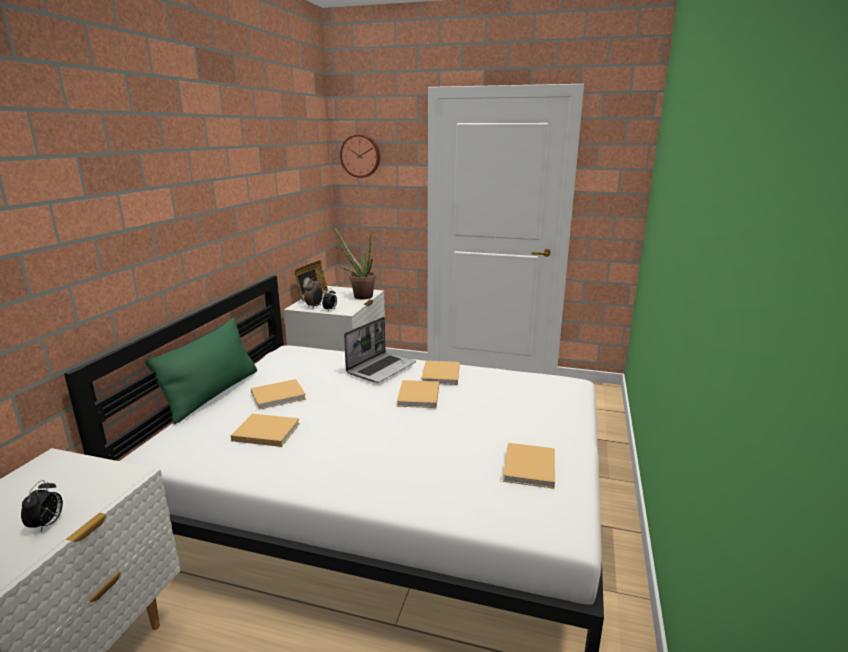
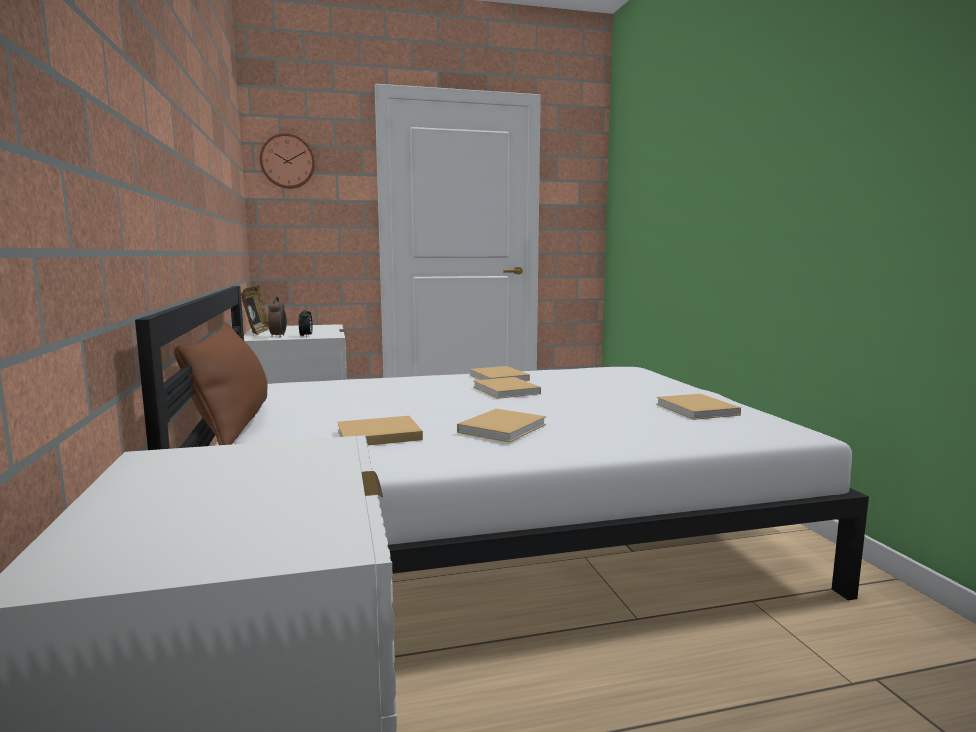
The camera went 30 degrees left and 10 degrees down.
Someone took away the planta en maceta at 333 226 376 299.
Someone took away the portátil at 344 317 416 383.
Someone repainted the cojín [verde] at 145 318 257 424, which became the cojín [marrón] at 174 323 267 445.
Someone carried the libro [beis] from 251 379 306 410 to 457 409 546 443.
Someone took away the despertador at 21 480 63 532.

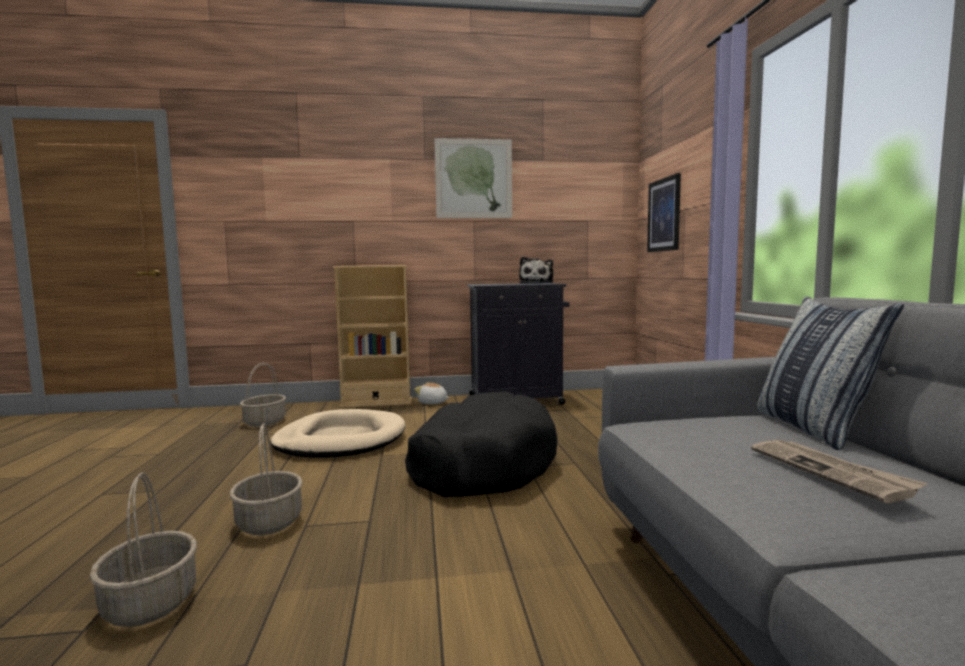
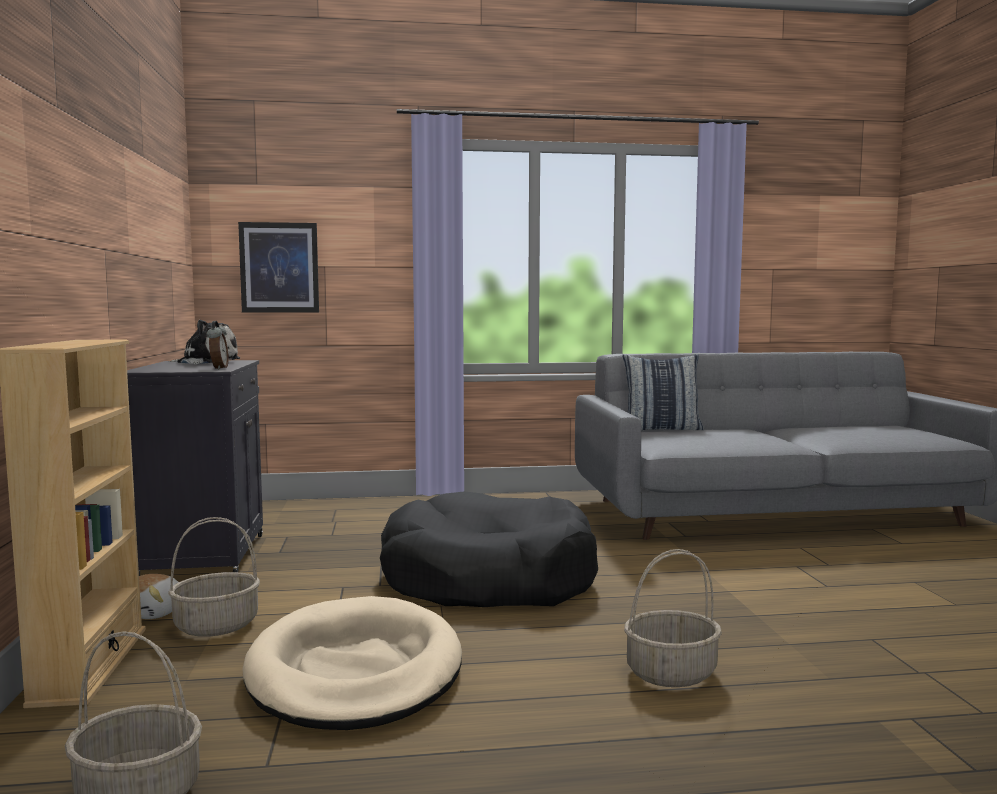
The camera went 90 degrees left and 0 degrees up.
Someone took away the cuadro at 435 138 512 218.
Someone took away the periódico at 751 440 928 503.
Someone carried the cesta from 89 472 197 627 to 168 517 260 637.
Someone put down the despertador at 206 321 229 370.

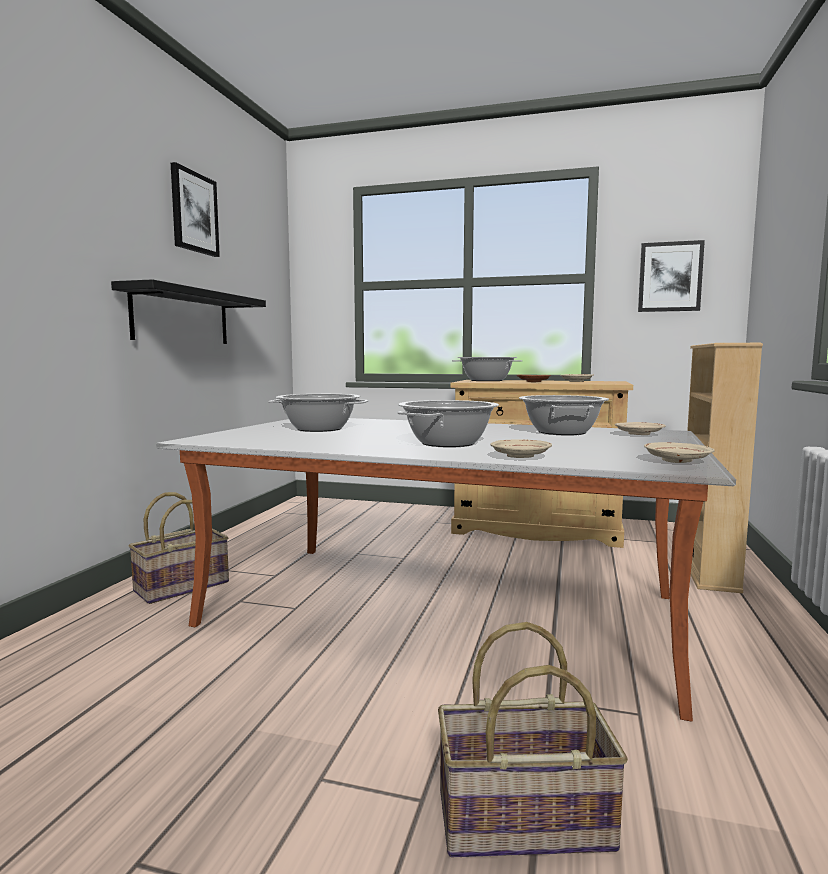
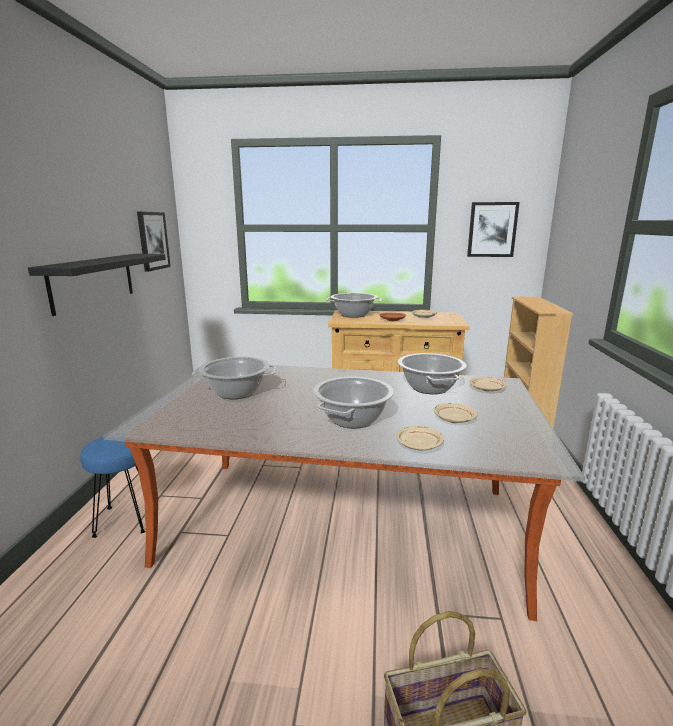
The camera went 10 degrees left and 10 degrees up.
Someone carried the cuadro from 171 162 220 257 to 137 212 171 272.
Someone carried the plato [beis] from 644 442 715 463 to 434 403 478 423.
Someone swapped the cesta at 128 492 229 604 for the taburete [azul] at 80 437 145 538.

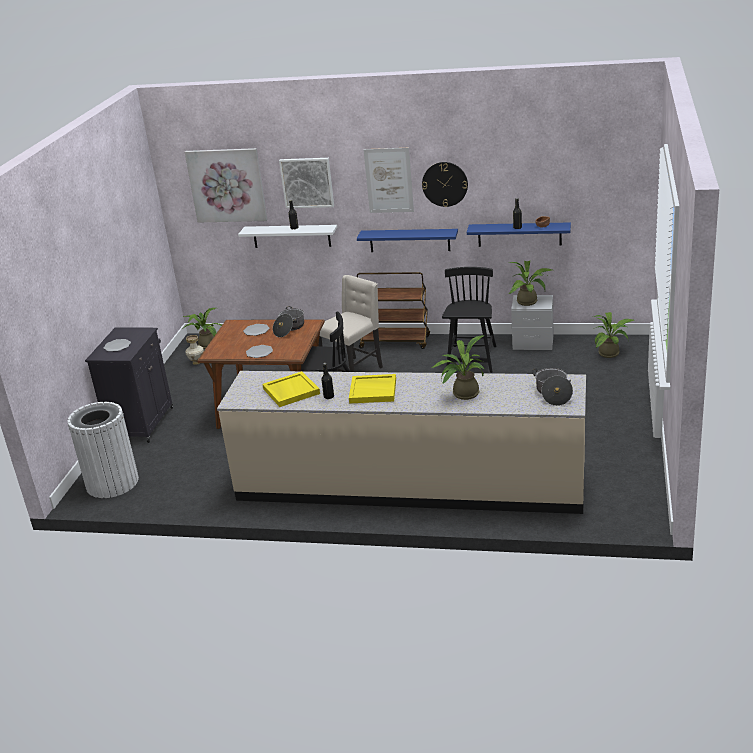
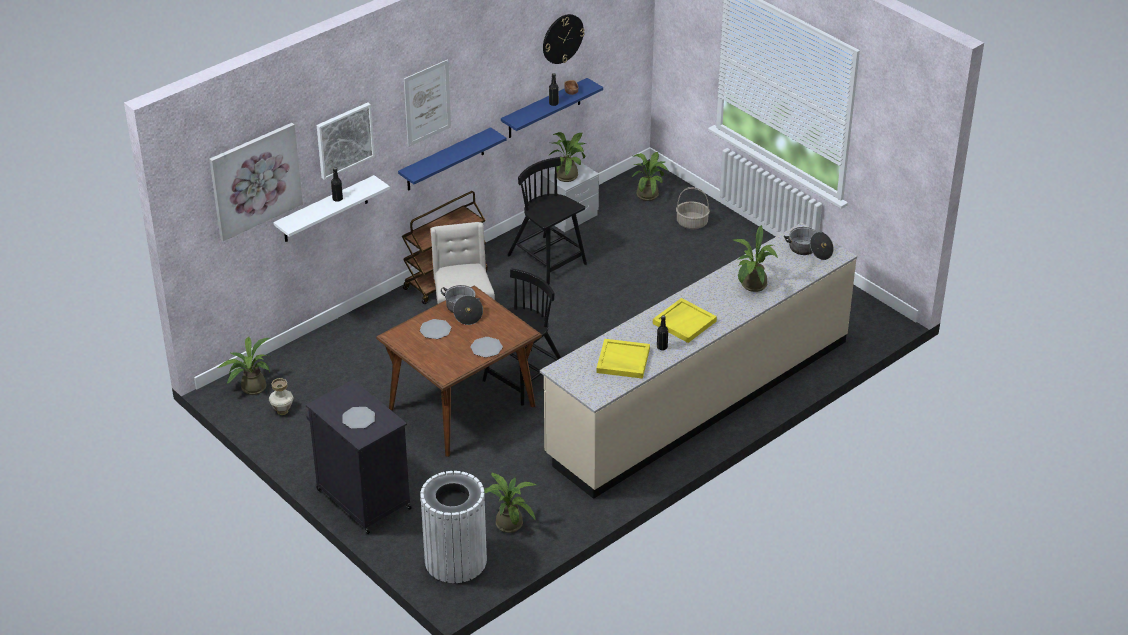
The camera went 55 degrees left and 10 degrees up.
Someone carried the reloj de pared from 422 162 468 207 to 543 14 585 64.
Someone put down the cesta at 676 187 710 229.
Someone put down the planta en maceta at 484 472 536 533.

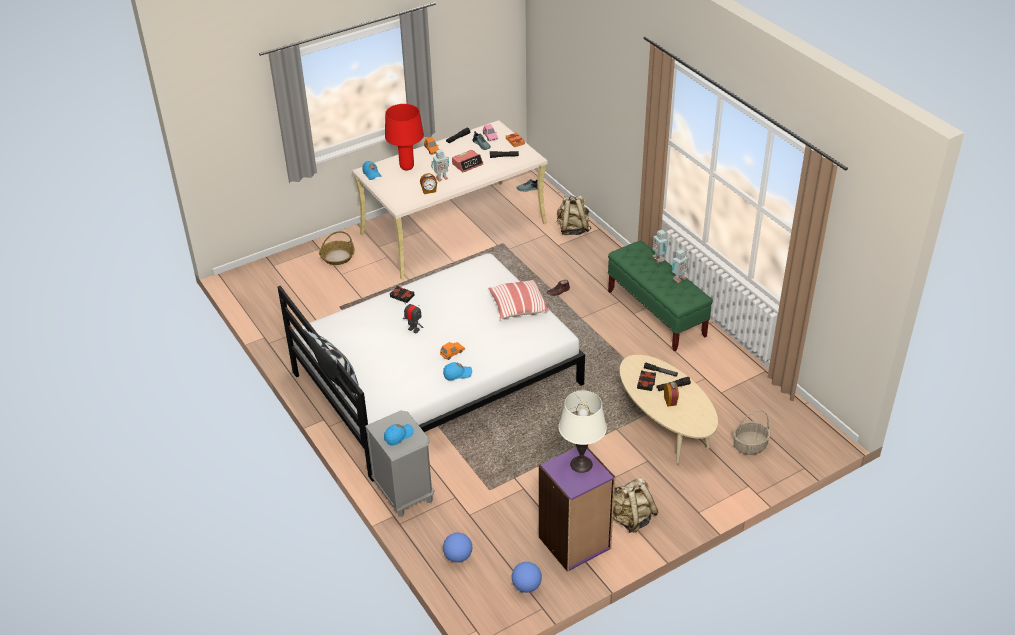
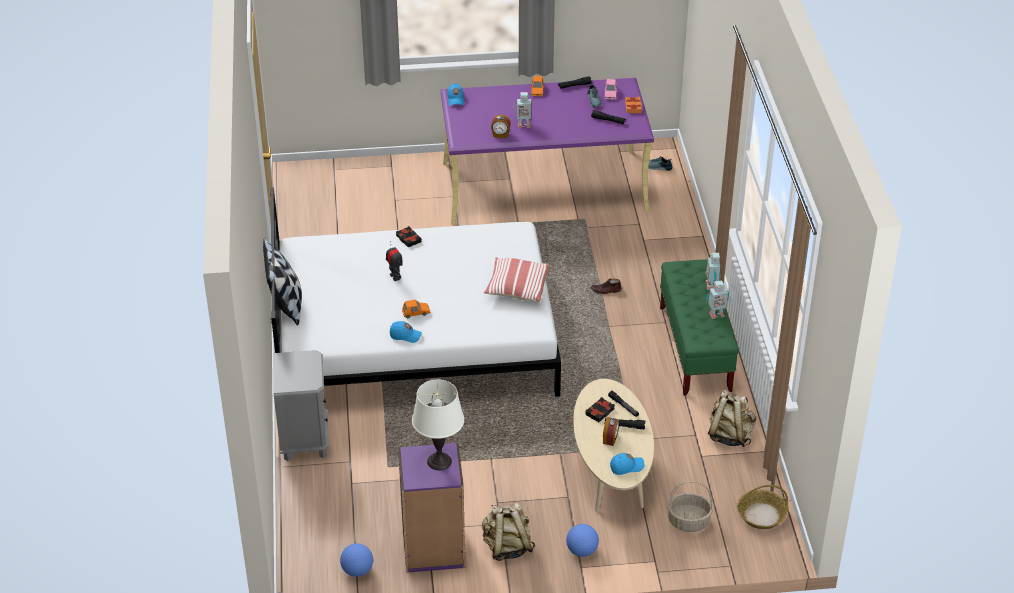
The camera went 25 degrees right and 0 degrees up.
Someone took away the lámpara de mesa [rojo] at 385 104 424 170.
Someone repainted the escritorio [beis] at 352 120 548 280, which became the escritorio [morado] at 441 78 654 225.
Someone took away the despertador at 452 150 483 172.
Someone carried the mochila [beis] from 557 195 591 235 to 708 390 756 447.
Someone carried the cesta from 319 231 355 265 to 737 485 788 529.
Someone carried the gorra [azul] from 384 424 414 446 to 610 453 645 475.
Someone carried the balón de fútbol from 443 533 472 563 to 566 524 599 557.

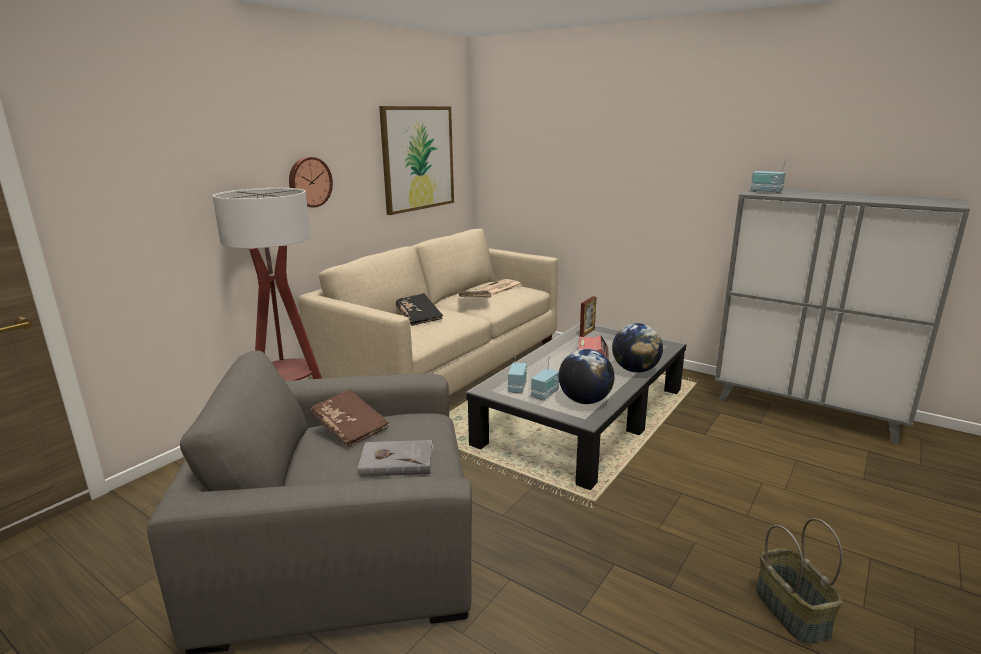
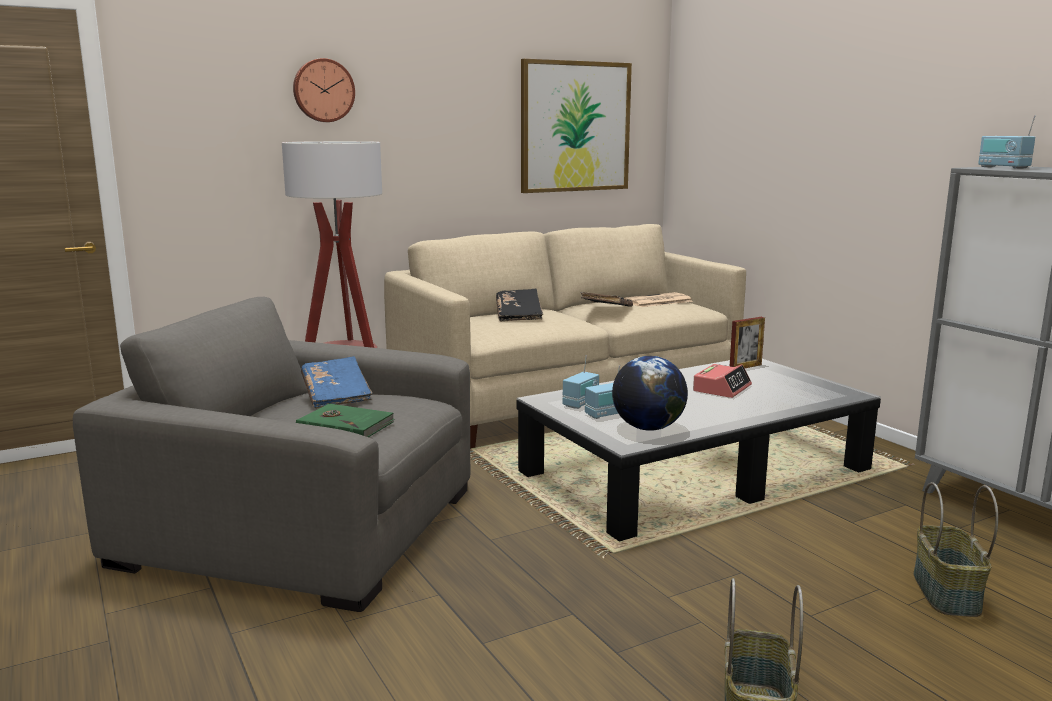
The camera went 25 degrees right and 5 degrees down.
Someone carried the reloj de pared from 289 157 333 208 to 293 58 355 122.
Someone took away the globo terráqueo at 612 323 663 373.
Someone repainted the libro [marrón] at 310 389 389 447, which became the libro [azul] at 301 356 372 409.
Someone repainted the libro [gris] at 358 440 434 477, which became the libro [verde] at 296 404 395 437.
Someone put down the cesta at 914 482 998 617.

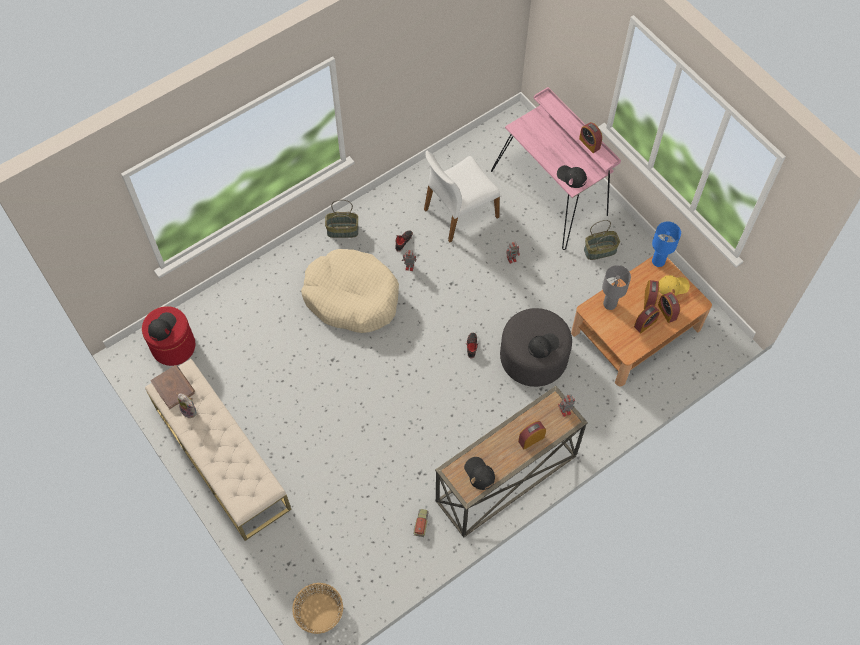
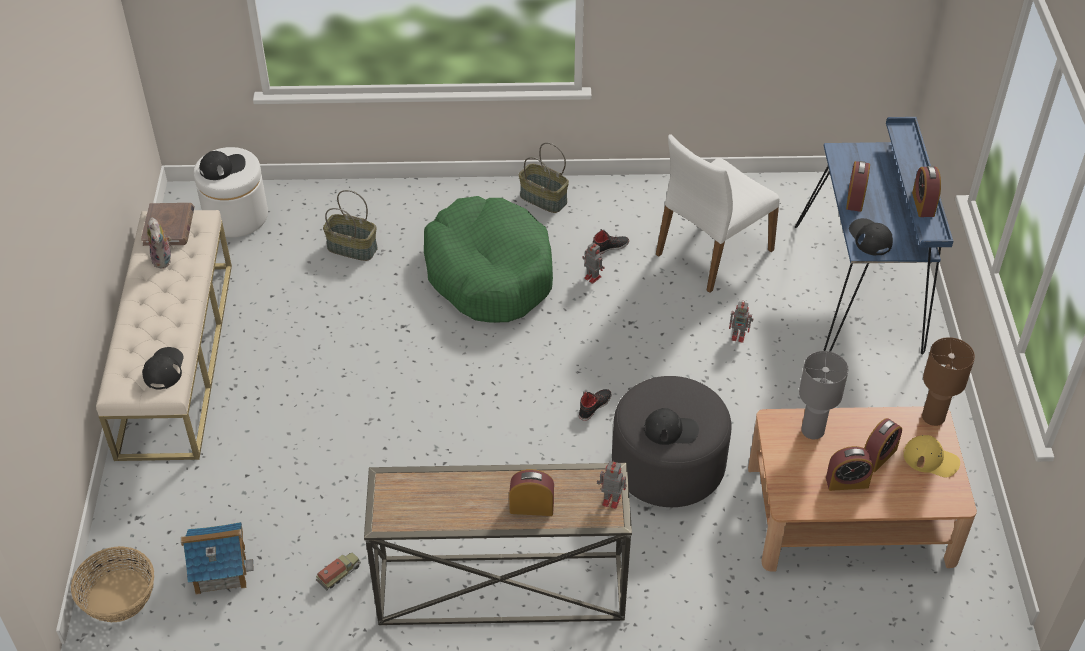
The camera went 35 degrees right and 15 degrees down.
Someone repainted the escritorio [rosa] at 491 87 621 250, which became the escritorio [azul] at 795 117 953 355.
Someone rotated the silla [blanco] at 424 151 500 242 by 45 degrees counterclockwise.
Someone carried the cesta from 584 220 620 260 to 323 190 378 261.
Someone repainted the lámpara de mesa [azul] at 652 222 681 267, which became the lámpara de mesa [marrón] at 922 337 975 426.
Someone repainted the cama para perro [beis] at 301 249 399 333, which became the cama para perro [verde] at 424 196 553 323.
Someone carried the despertador from 658 292 680 323 to 846 161 870 212.
Someone repainted the puf [rojo] at 142 306 195 366, which became the puf [blanco] at 194 147 268 237.
Someone carried the gorra [negro] from 464 457 495 490 to 142 347 183 390.
Someone put down the casita at 181 522 254 595.

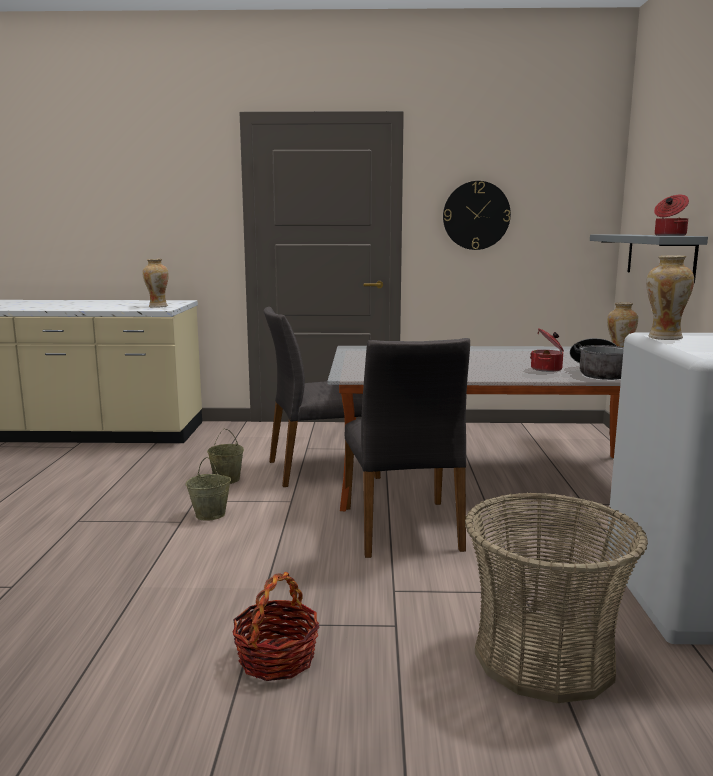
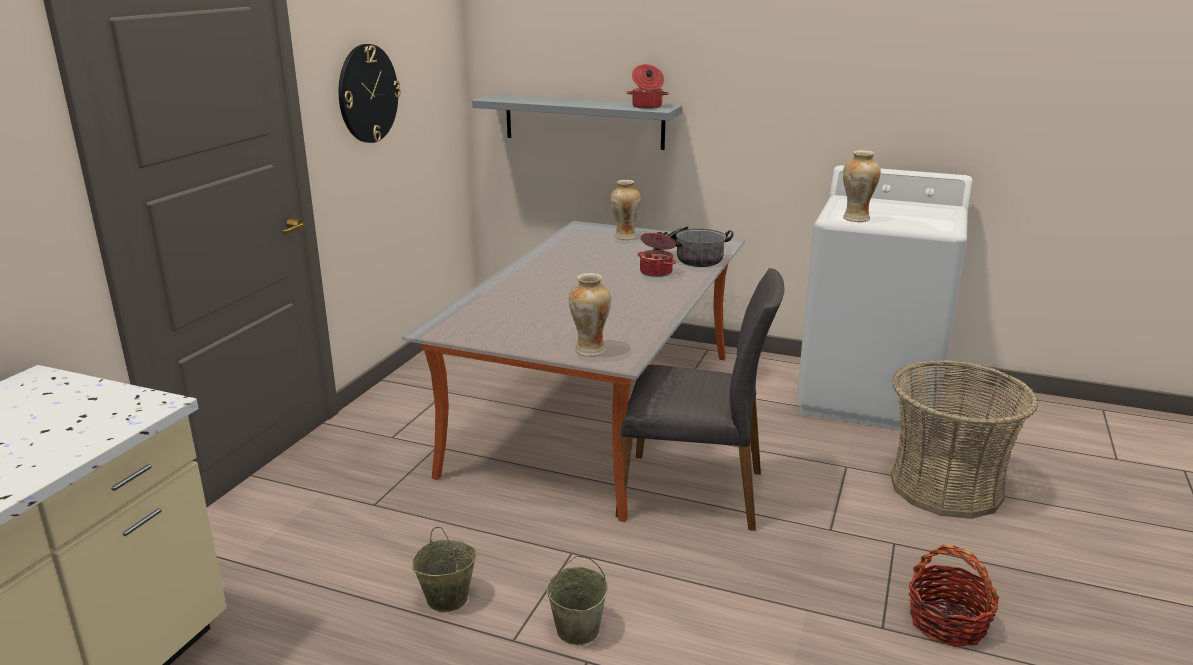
The camera went 70 degrees left and 10 degrees up.
Someone carried the florero from 142 259 169 308 to 569 273 611 357.
Someone took away the silla [gris] at 264 307 381 487.

